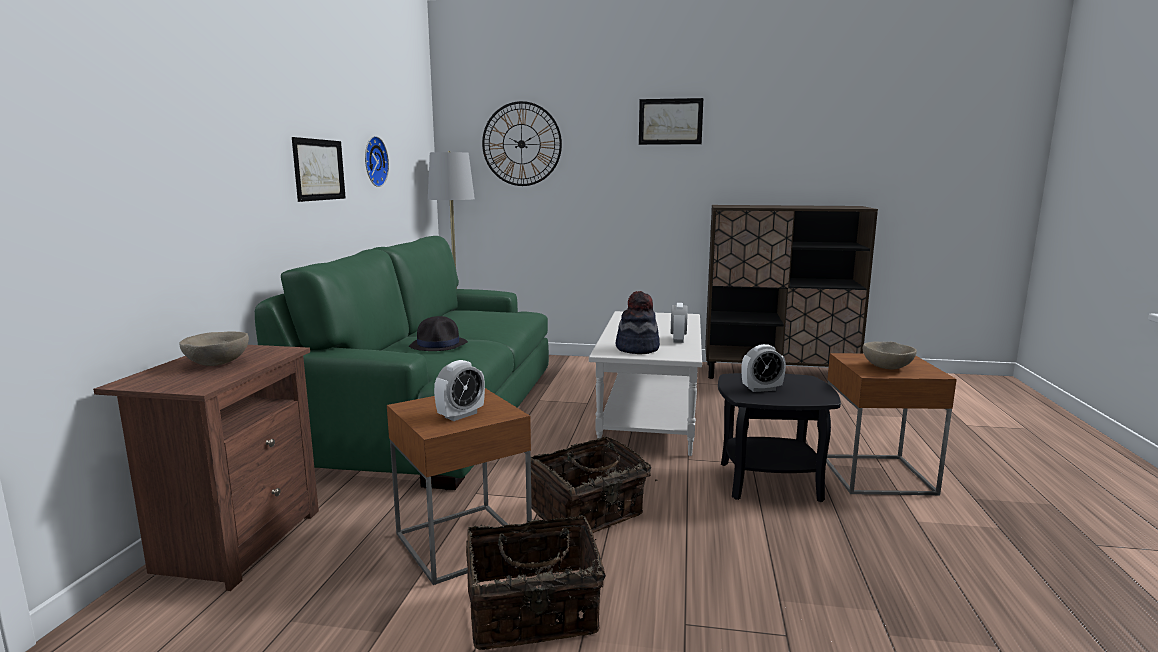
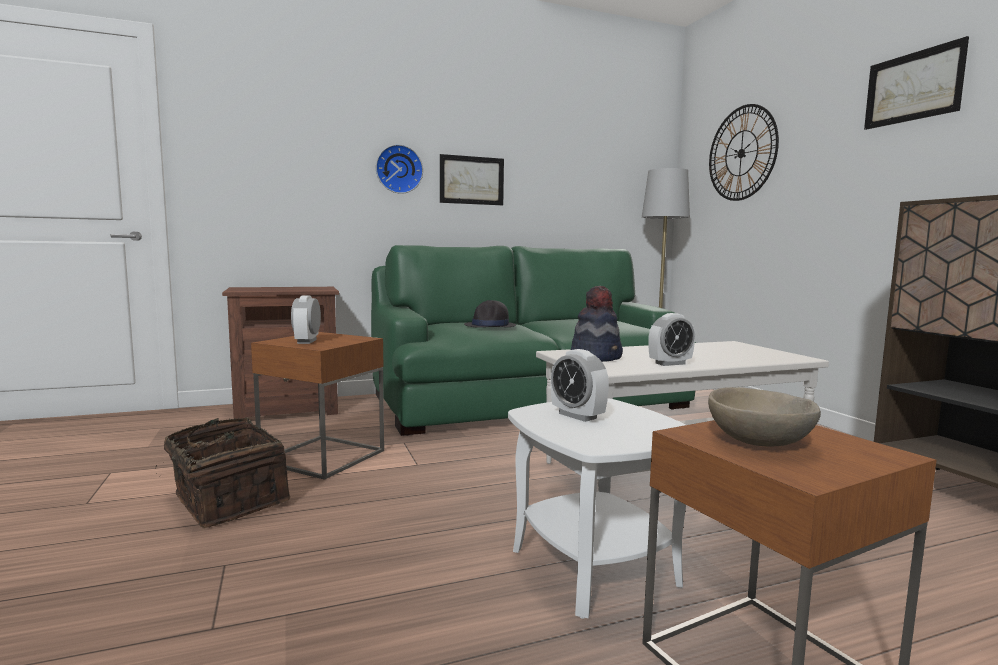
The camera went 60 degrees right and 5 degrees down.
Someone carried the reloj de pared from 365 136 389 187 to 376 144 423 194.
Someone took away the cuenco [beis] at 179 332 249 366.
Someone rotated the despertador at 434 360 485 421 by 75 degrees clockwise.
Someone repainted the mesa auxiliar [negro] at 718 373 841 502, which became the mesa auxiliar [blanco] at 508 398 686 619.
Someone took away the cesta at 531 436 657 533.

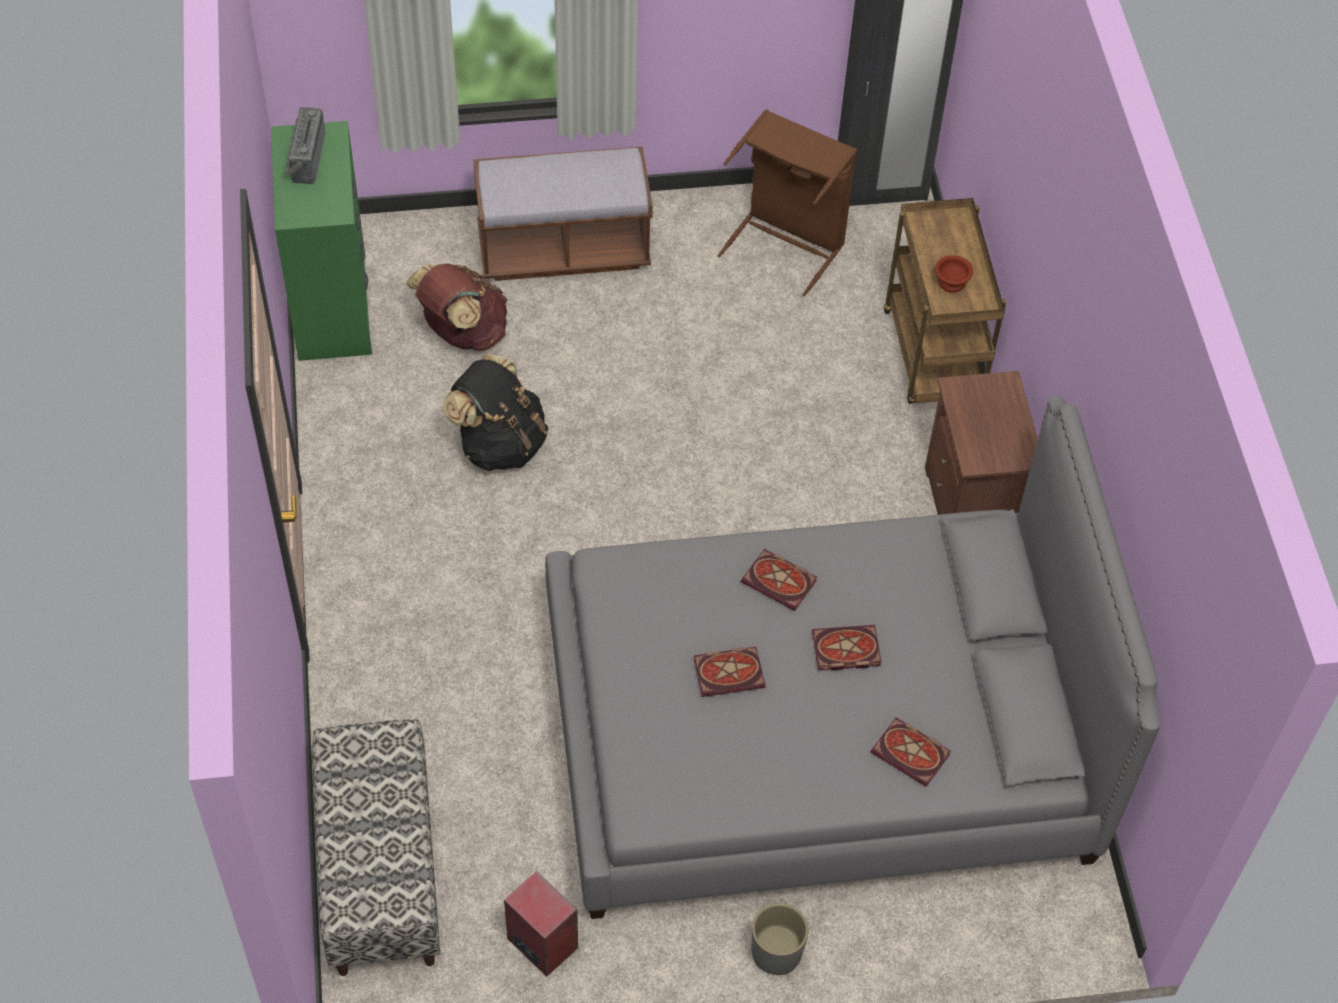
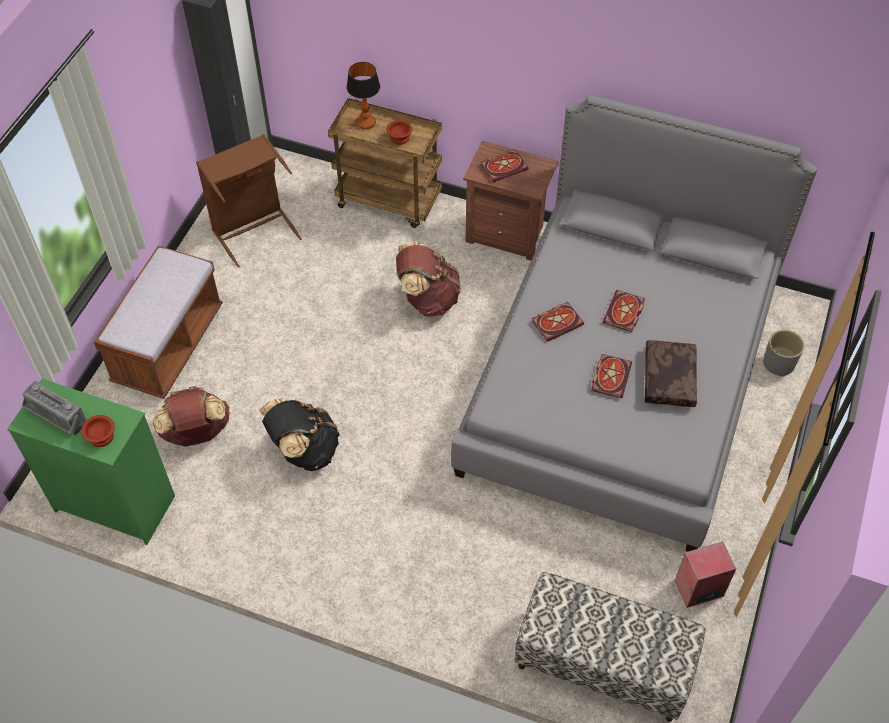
The camera went 60 degrees left and 0 degrees up.
Someone carried the libro from 871 717 951 787 to 480 149 529 182.
Someone carried the maceta [gris] from 751 903 808 975 to 763 330 804 377.
Someone put down the lámpara de mesa at 347 62 380 129.
Someone put down the mochila [marrón] at 396 241 461 317.
Someone put down the cojín [marrón] at 645 340 697 407.
Someone put down the cuenco [marrón] at 81 415 115 447.

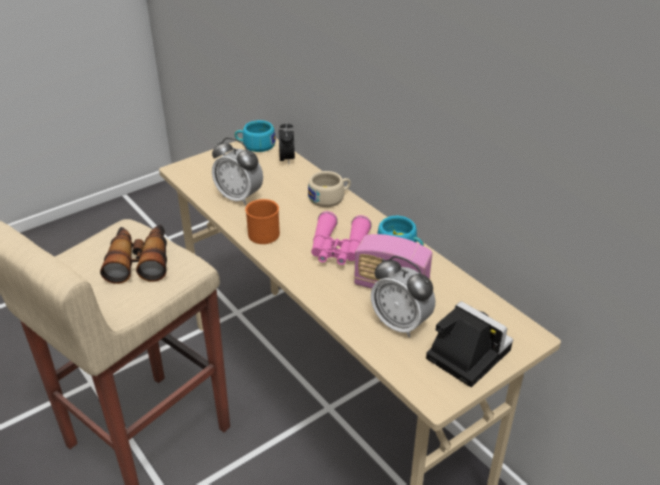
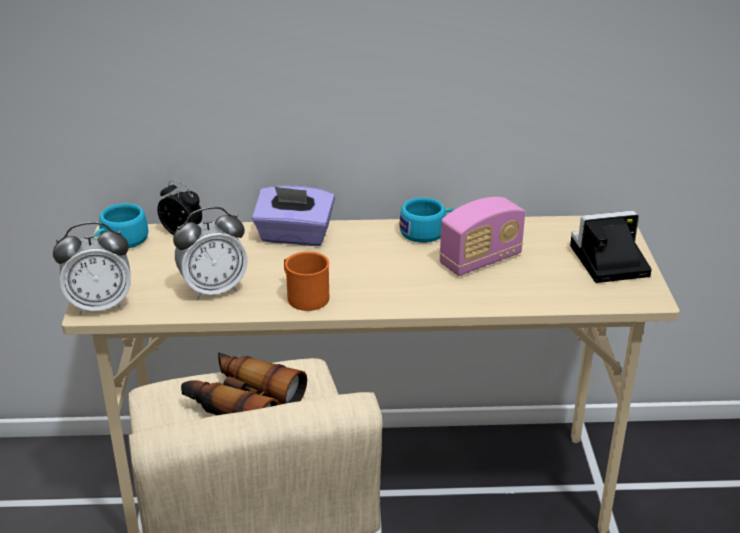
The camera went 55 degrees left and 5 degrees down.
Someone swapped the taza [beis] at 308 171 351 207 for the caja de pañuelos [morado] at 252 186 335 246.
Someone took away the prismáticos [rosa] at 311 211 371 265.
Someone carried the despertador from 371 256 435 338 to 53 222 131 315.

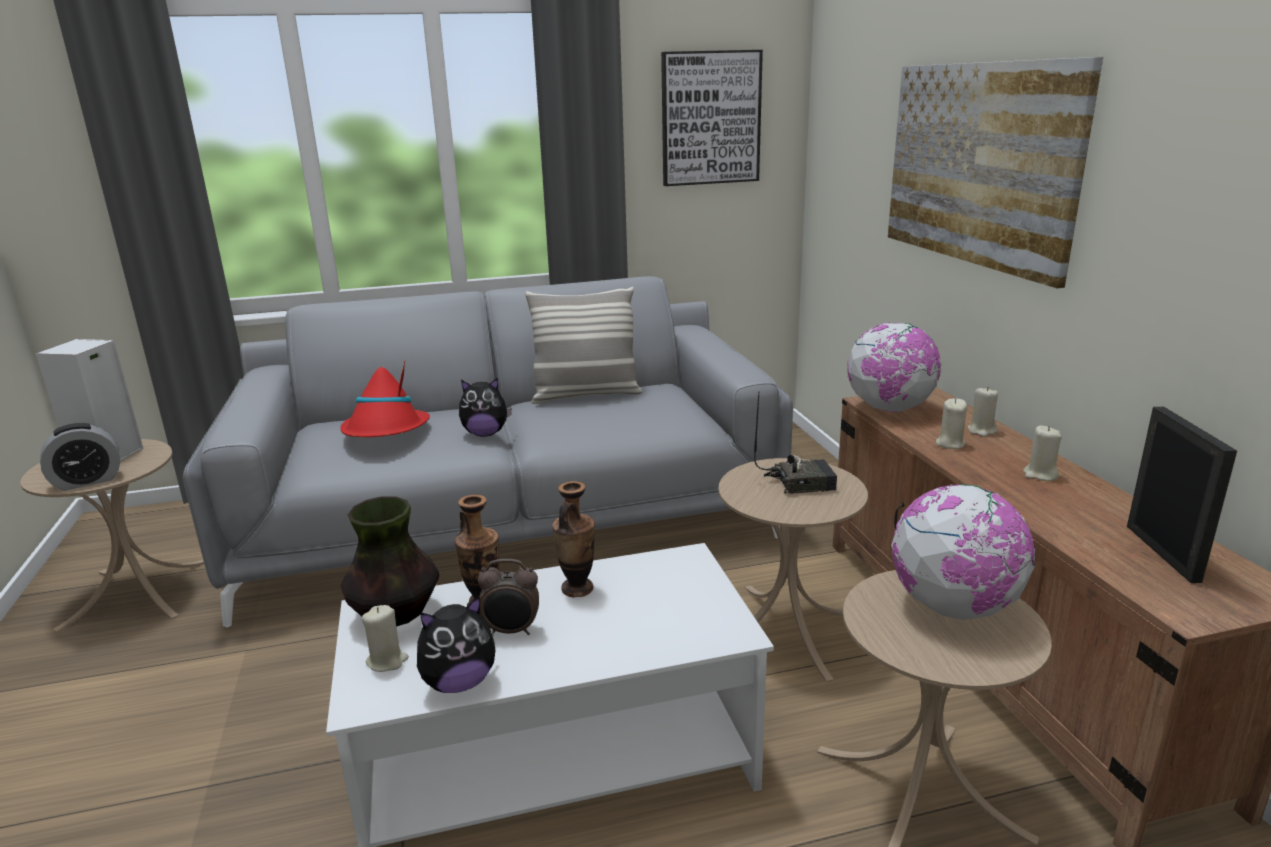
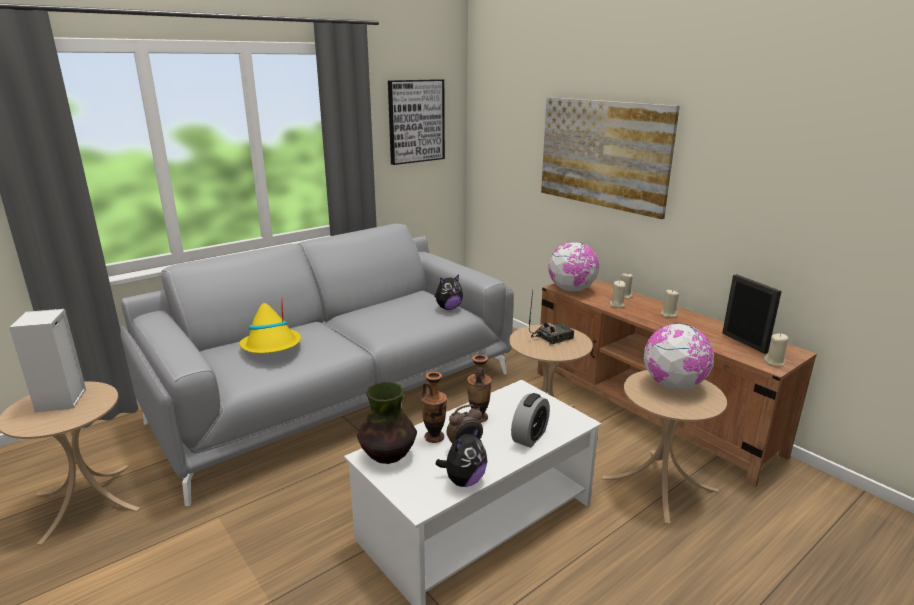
The camera went 25 degrees left and 0 degrees up.
Someone took away the cojín at 525 287 642 404.
Someone repainted the sombrero [rojo] at 340 360 430 437, which became the sombrero [amarillo] at 239 300 301 354.
Someone carried the peluche from 459 378 512 437 to 434 274 463 310.
Someone carried the despertador from 40 423 120 491 to 511 393 550 448.
Someone carried the vela [beis] from 362 605 409 672 to 764 333 788 366.

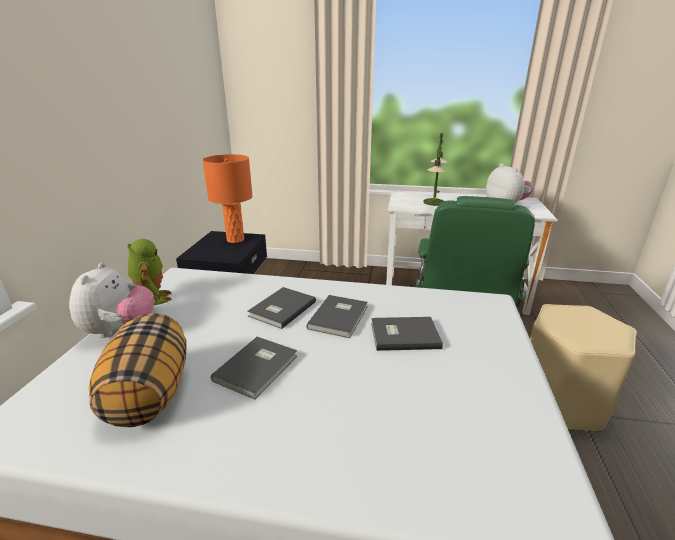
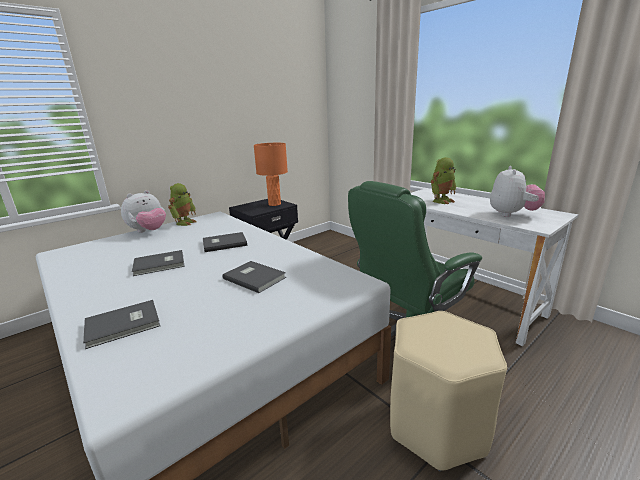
The camera went 40 degrees right and 5 degrees down.
Someone swapped the lámpara de mesa at 423 132 448 206 for the robot de juguete at 431 157 456 204.
Someone carried the libro [gris] from 306 295 368 338 to 83 300 160 349.
Someone took away the cojín at 89 313 187 427.

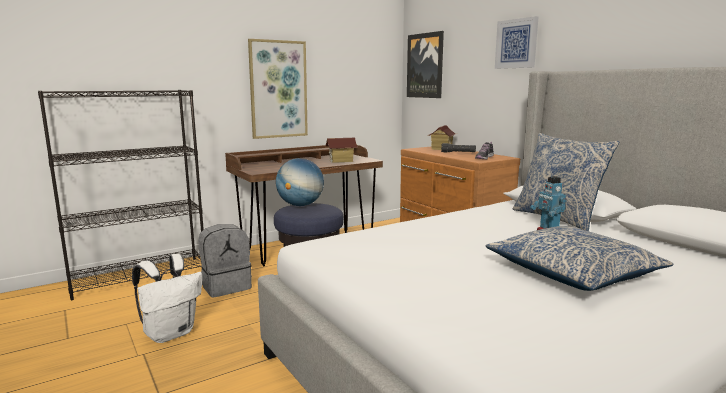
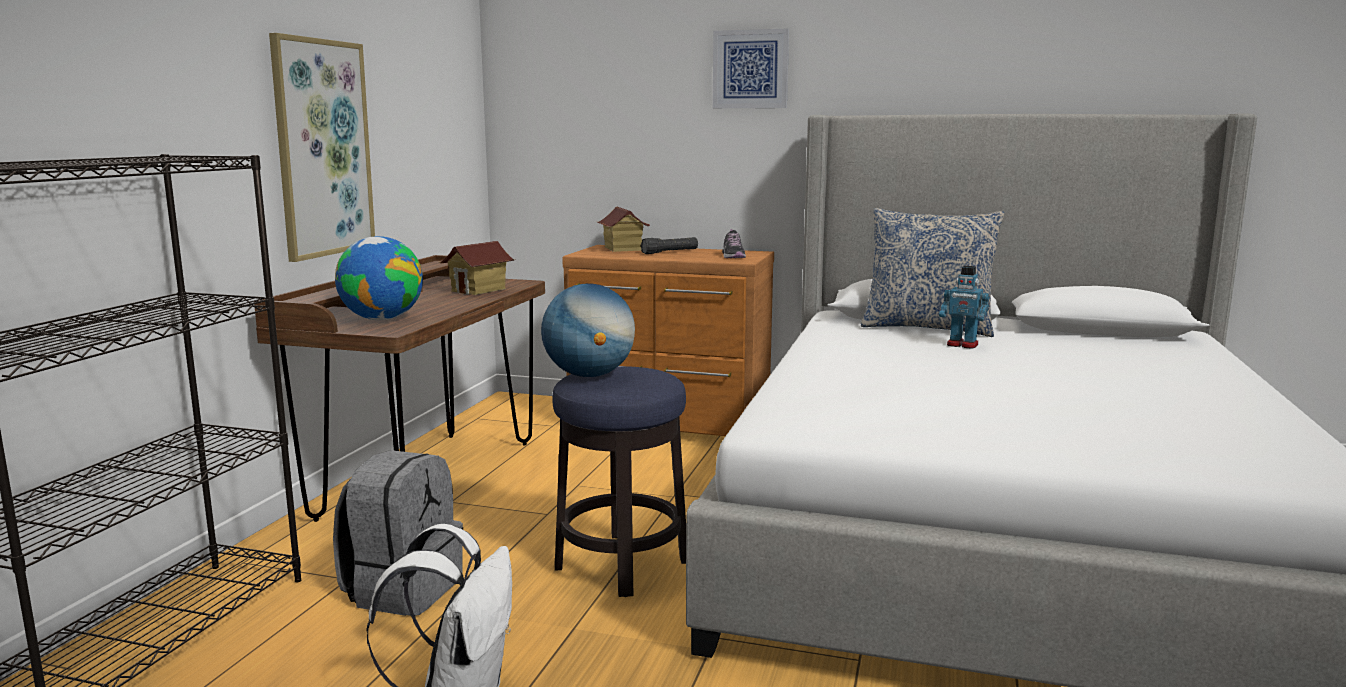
The camera went 40 degrees left and 0 degrees up.
Someone took away the cuadro at 407 31 444 98.
Someone took away the cojín at 486 226 673 291.
Someone put down the globo terráqueo at 335 236 423 320.

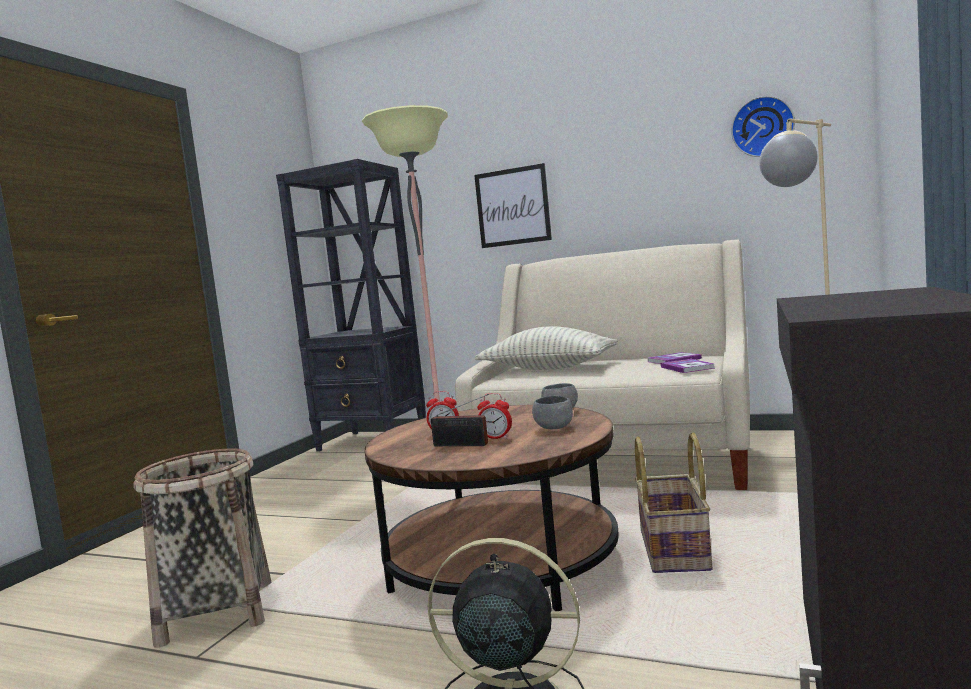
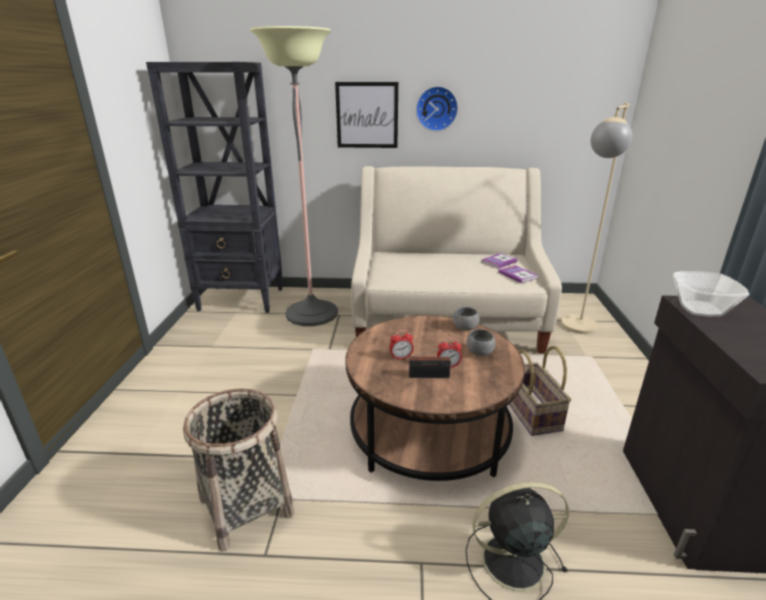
The camera went 20 degrees left and 20 degrees up.
Someone carried the reloj de pared from 731 96 795 157 to 416 86 458 131.
Someone took away the cojín at 475 326 618 370.
Someone put down the cuenco at 673 271 749 317.

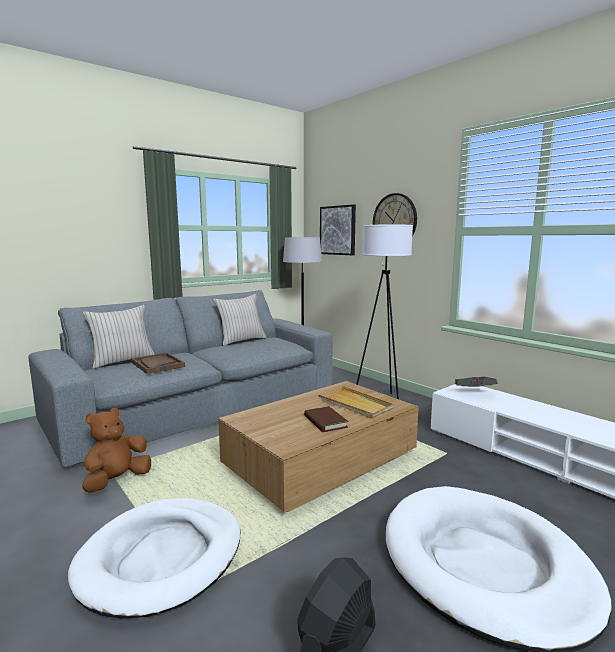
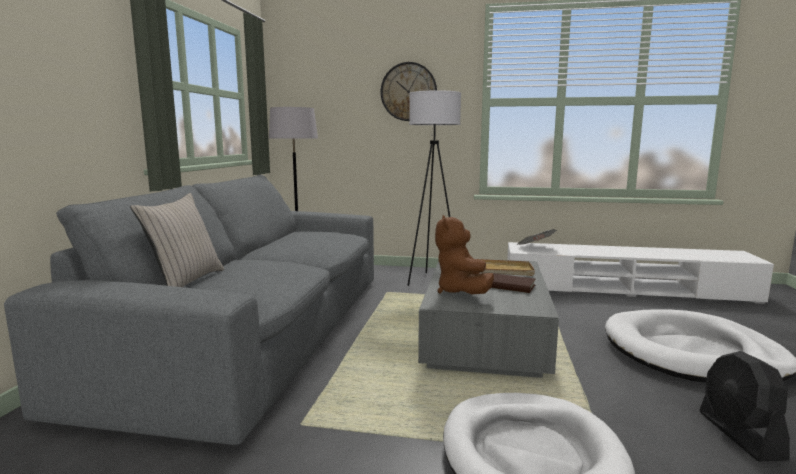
The camera went 40 degrees left and 0 degrees up.
Someone took away the cuadro at 320 204 356 255.
Someone took away the cojín [beis] at 213 294 267 346.
Someone took away the bandeja [marrón] at 131 352 185 374.
Someone repainted the mesa de centro [marrón] at 218 381 419 512, which became the mesa de centro [gris] at 418 259 559 378.
Someone carried the peluche [marrón] from 82 408 151 493 to 435 215 494 294.

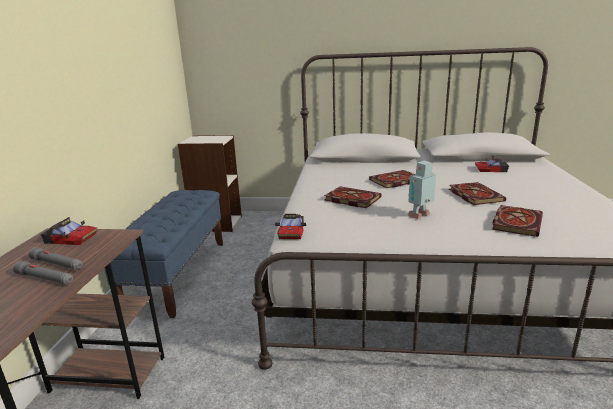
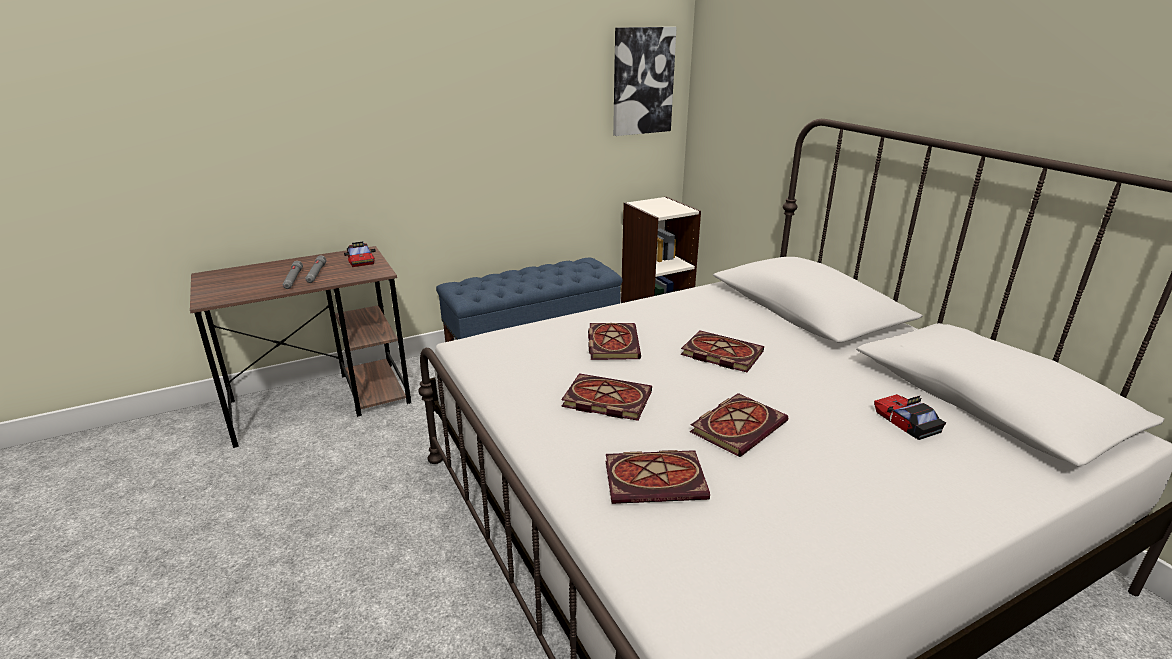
The camera went 55 degrees right and 5 degrees up.
Someone swapped the robot de juguete at 408 160 436 219 for the libro at 561 373 652 421.
Someone took away the coche de juguete at 275 214 306 239.
Someone put up the cuadro at 613 27 677 136.

